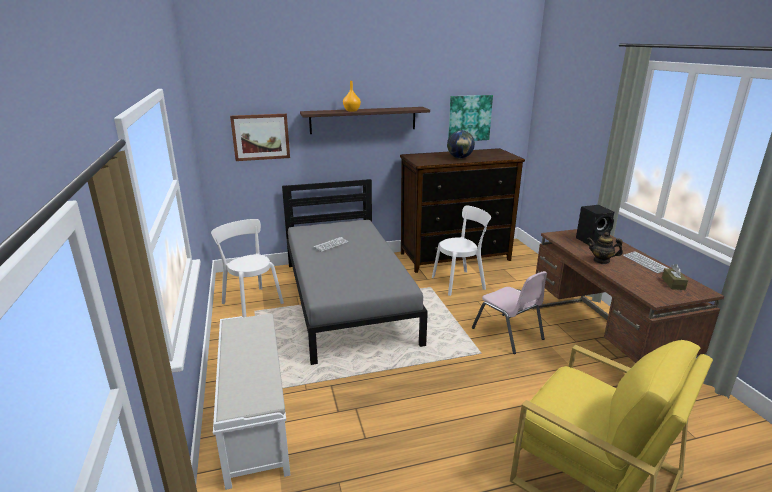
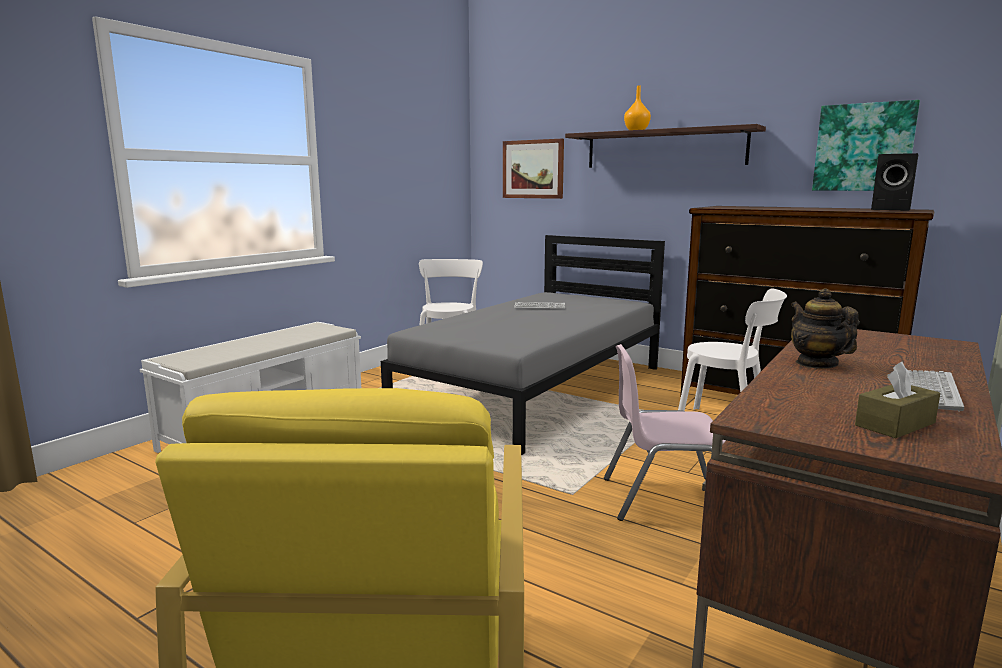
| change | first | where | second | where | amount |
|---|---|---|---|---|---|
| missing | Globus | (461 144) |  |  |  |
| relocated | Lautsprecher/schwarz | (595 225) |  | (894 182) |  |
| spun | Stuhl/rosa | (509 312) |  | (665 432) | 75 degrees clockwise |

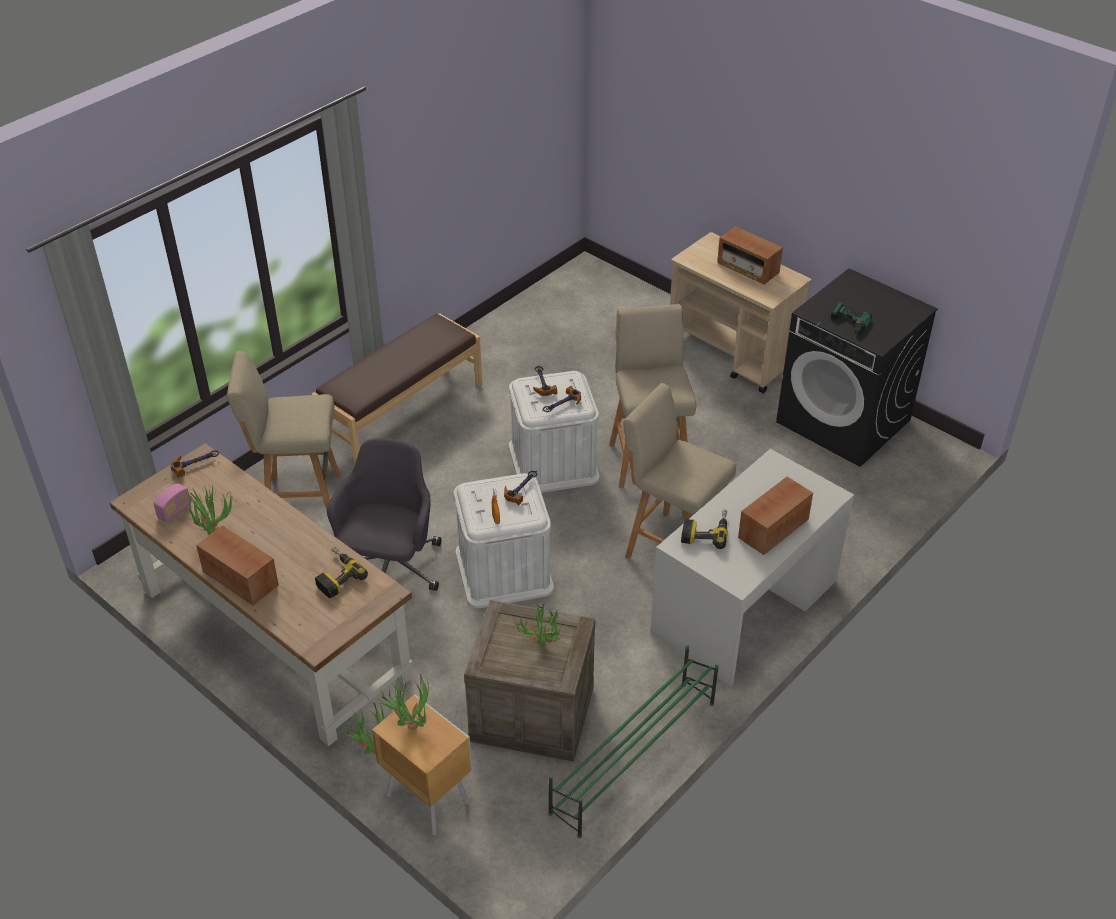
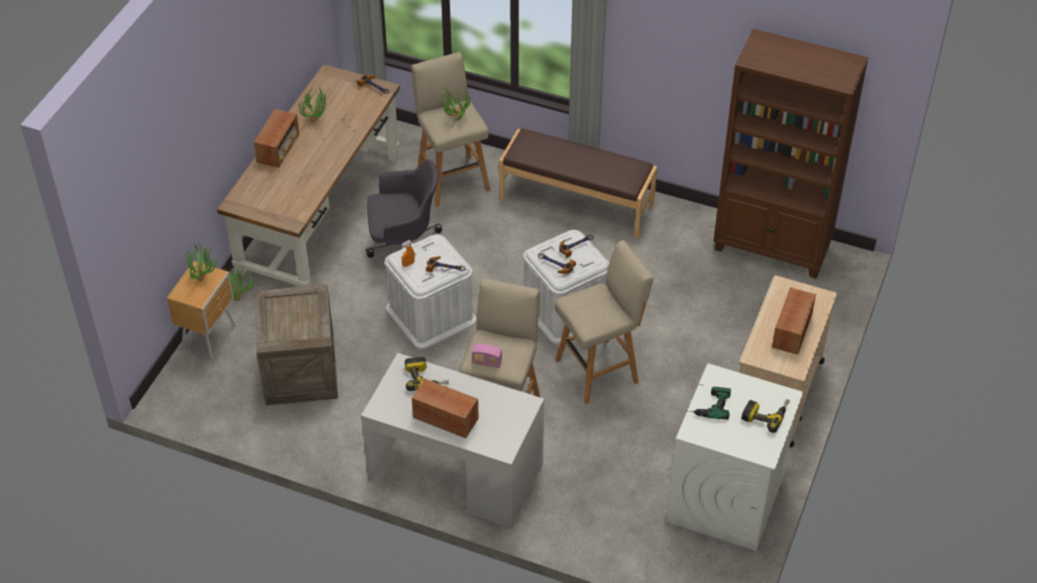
| change | first | where | second | where | amount |
|---|---|---|---|---|---|
| missing | Schuhregal/grün | (634 741) |  |  |  |
| appeared |  |  | Bücherregal/braun | (791 154) |  |
| relocated | Radio | (172 503) |  | (487 356) |  |
| relocated | Bohrmaschine | (341 572) |  | (765 416) |  |
| relocated | Topfpflanze | (538 624) |  | (454 103) |  |
| colour | Waschmaschine/schwarz | (857 367) | Waschmaschine/weiß | (735 457) |  |

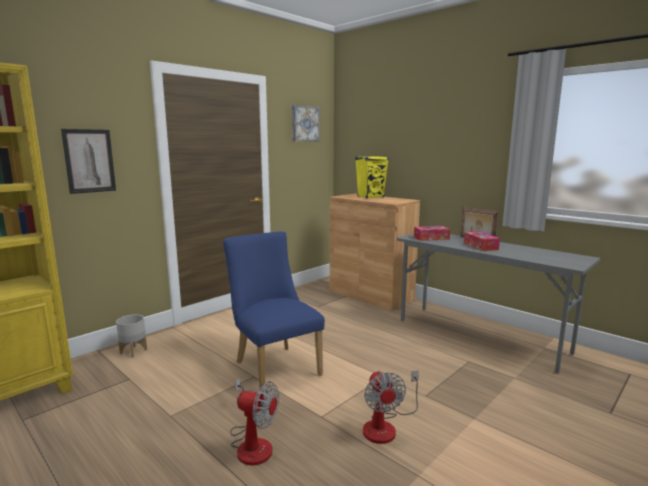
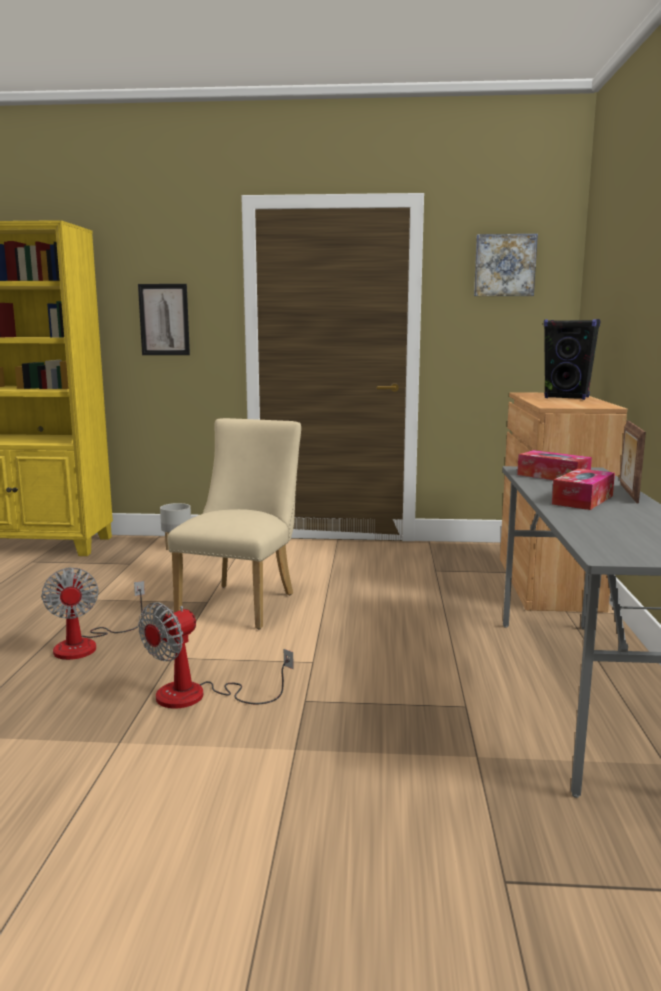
| change | first | where | second | where | amount |
|---|---|---|---|---|---|
| colour | Stuhl/blau | (274 312) | Stuhl/beige | (234 524) |  |
| colour | Lautsprecher/gelb | (372 177) | Lautsprecher/schwarz | (572 359) |  |

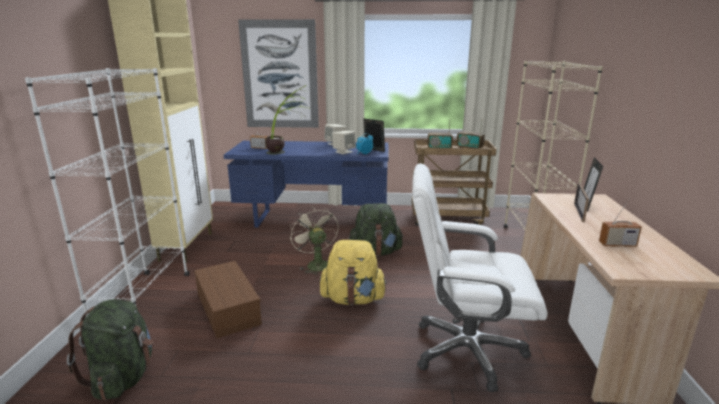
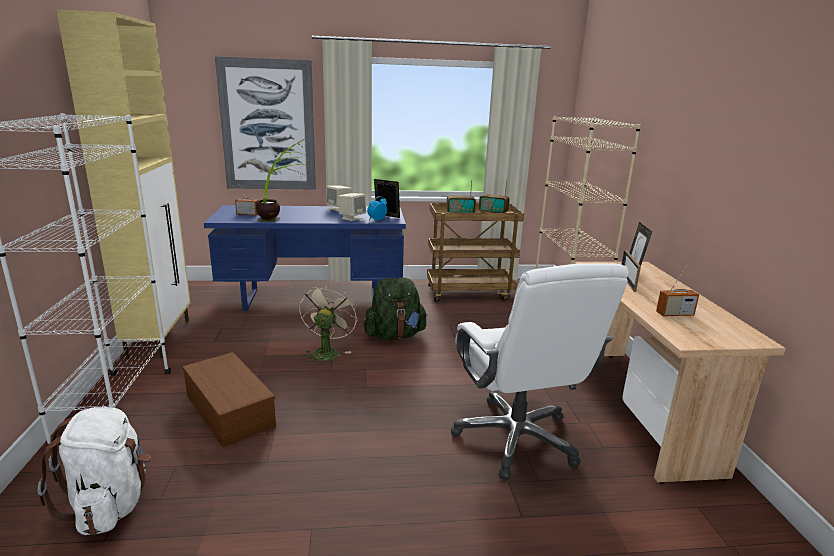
| change | first | where | second | where | amount |
|---|---|---|---|---|---|
| missing | Rucksack/gelb | (353 272) |  |  |  |
| colour | Rucksack/grün | (110 349) | Rucksack/weiß | (94 471) |  |
| spun | Ventilator/beige | (314 241) |  | (328 324) | 45 degrees clockwise |
| spun | Bürostuhl/weiß | (480 277) |  | (540 371) | 105 degrees counterclockwise |

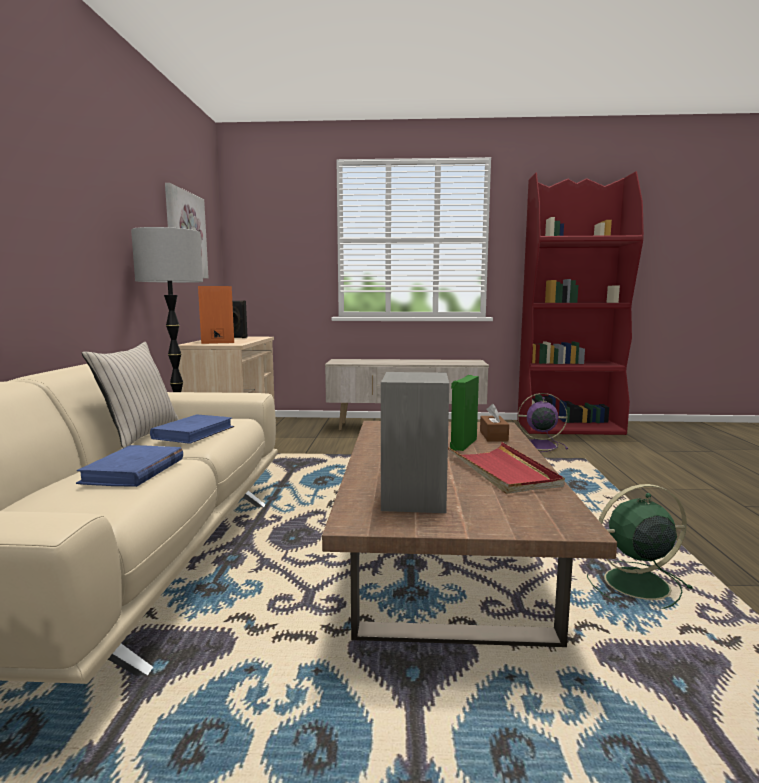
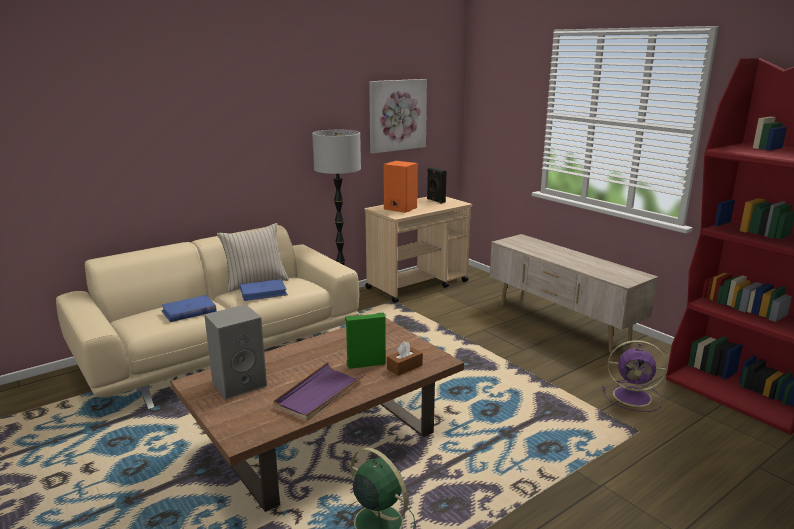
| change | first | where | second | where | amount |
|---|---|---|---|---|---|
| colour | Tablett/rot | (506 468) | Tablett/lila | (319 391) |  |
| spun | Ventilator/lila | (543 422) |  | (634 376) | 135 degrees clockwise |

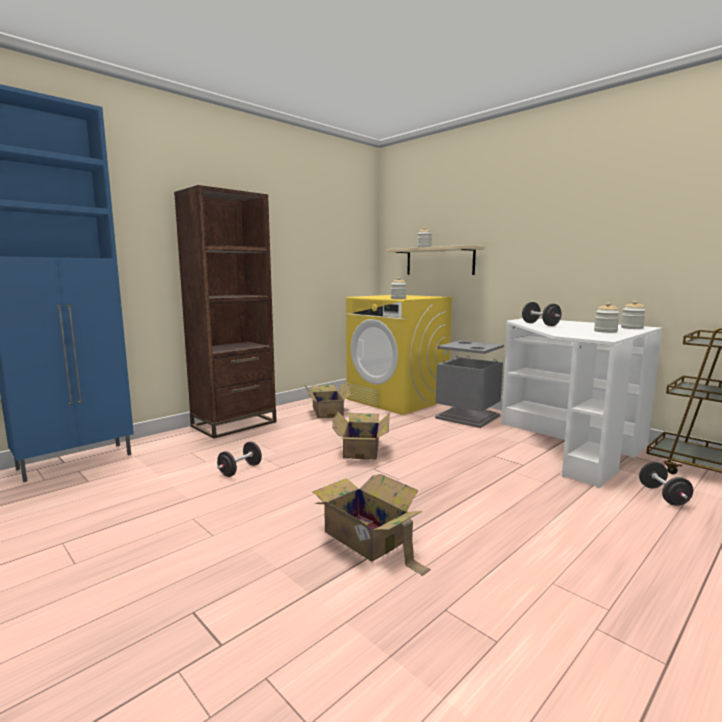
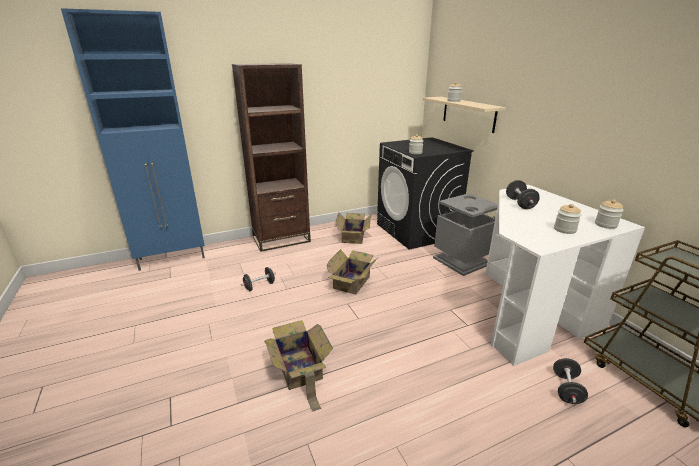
| change | first | where | second | where | amount |
|---|---|---|---|---|---|
| colour | Waschmaschine/gelb | (399 355) | Waschmaschine/schwarz | (425 193) |  |

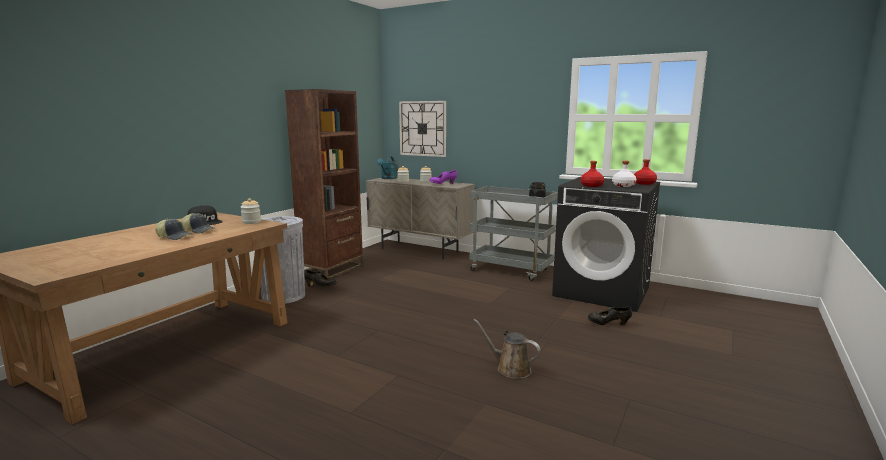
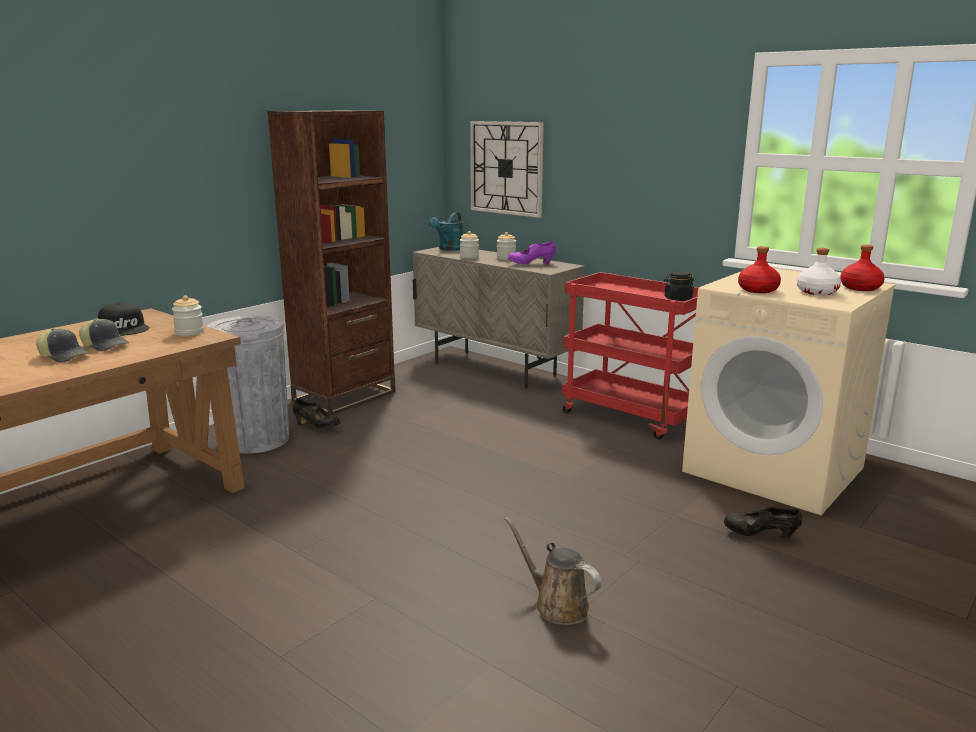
| change | first | where | second | where | amount |
|---|---|---|---|---|---|
| colour | Rollwagen/grau | (513 233) | Rollwagen/rot | (630 356) |  |
| colour | Waschmaschine/schwarz | (606 244) | Waschmaschine/beige | (789 391) |  |

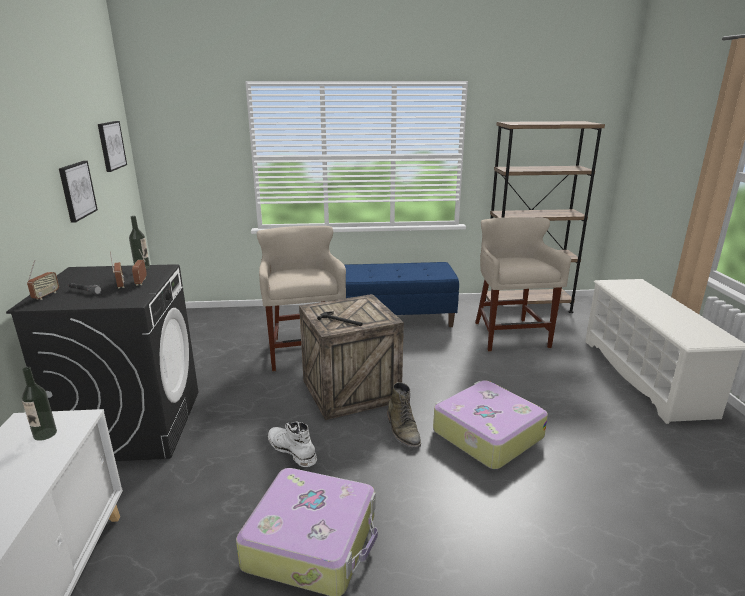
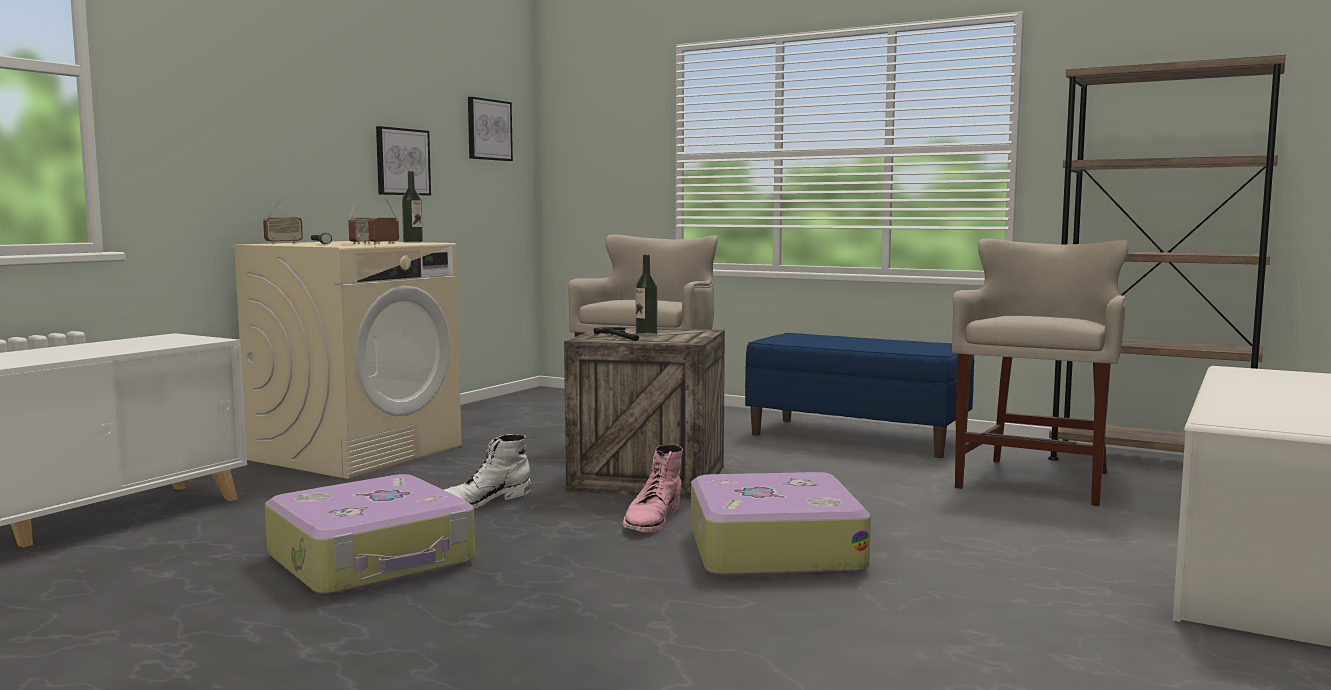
| change | first | where | second | where | amount |
|---|---|---|---|---|---|
| relocated | Flasche | (39 404) |  | (646 295) |  |
| colour | Waschmaschine/schwarz | (102 362) | Waschmaschine/beige | (346 360) |  |
| colour | Stiefel/grün | (404 414) | Stiefel/rosa | (652 488) |  |
| spun | Stiefel/weiß | (292 444) |  | (487 471) | 120 degrees counterclockwise |

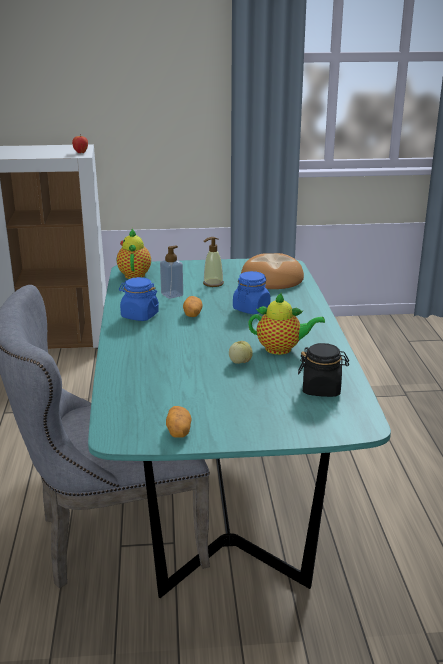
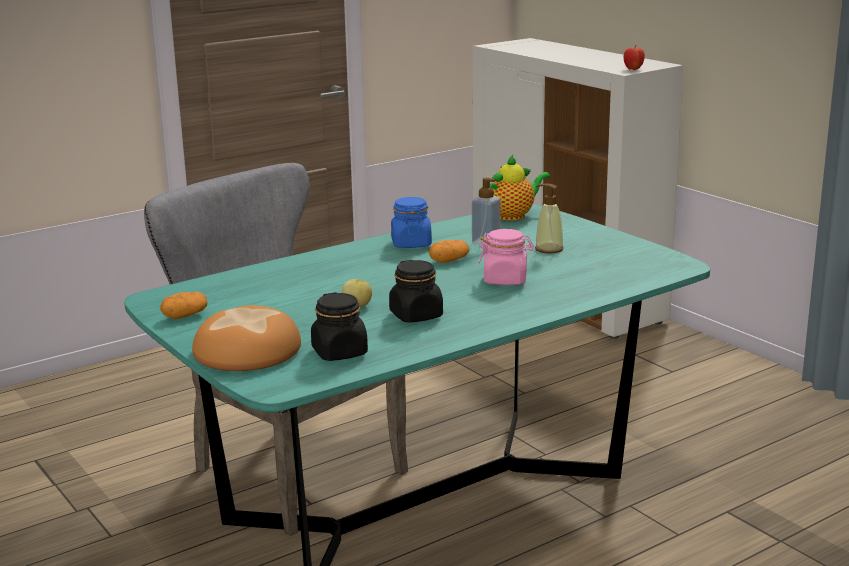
| change | first | where | second | where | amount |
|---|---|---|---|---|---|
| relocated | Brot | (272 271) |  | (246 338) |  |
| exchanged | Teekanne | (286 324) | Vorratsglas/schwarz | (416 291) |  |
| colour | Vorratsglas/blau | (251 292) | Vorratsglas/rosa | (506 257) |  |

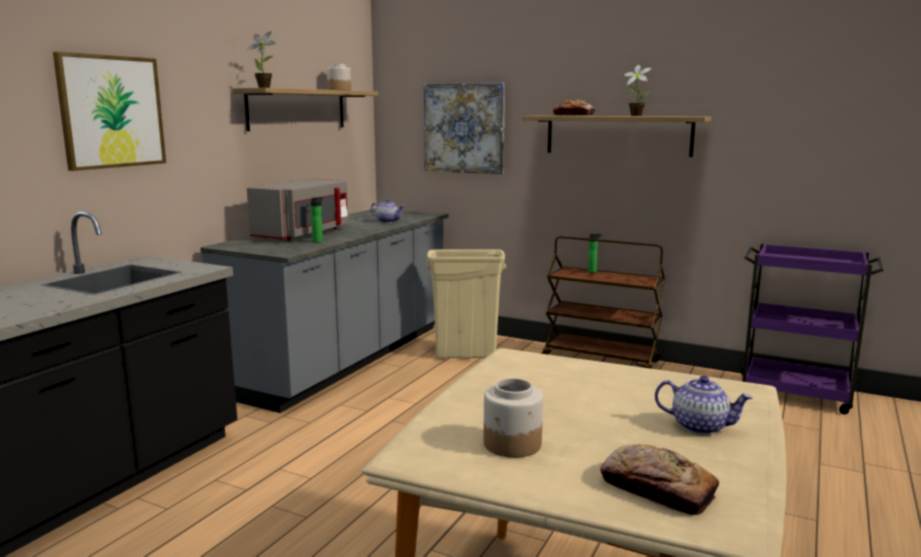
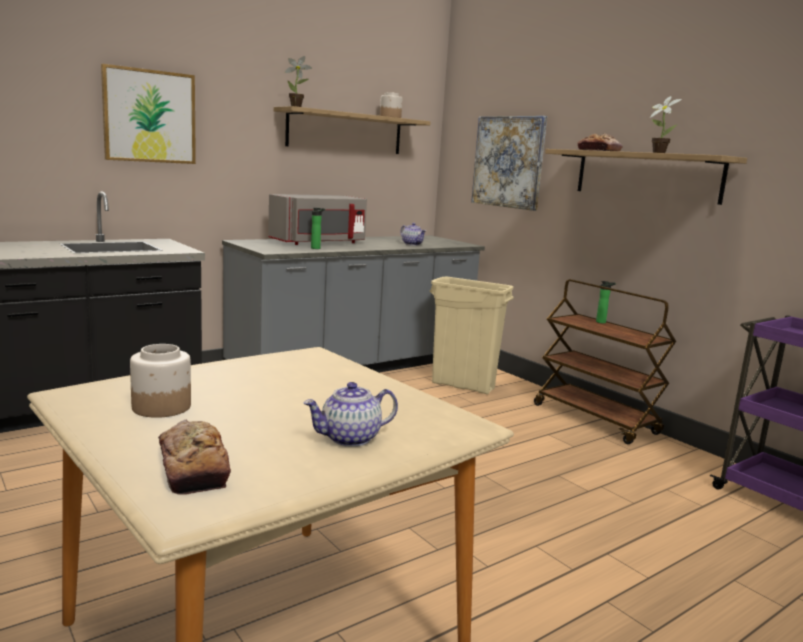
| change | first | where | second | where | amount |
|---|---|---|---|---|---|
| spun | Teekanne | (704 405) |  | (350 414) | 105 degrees clockwise |

